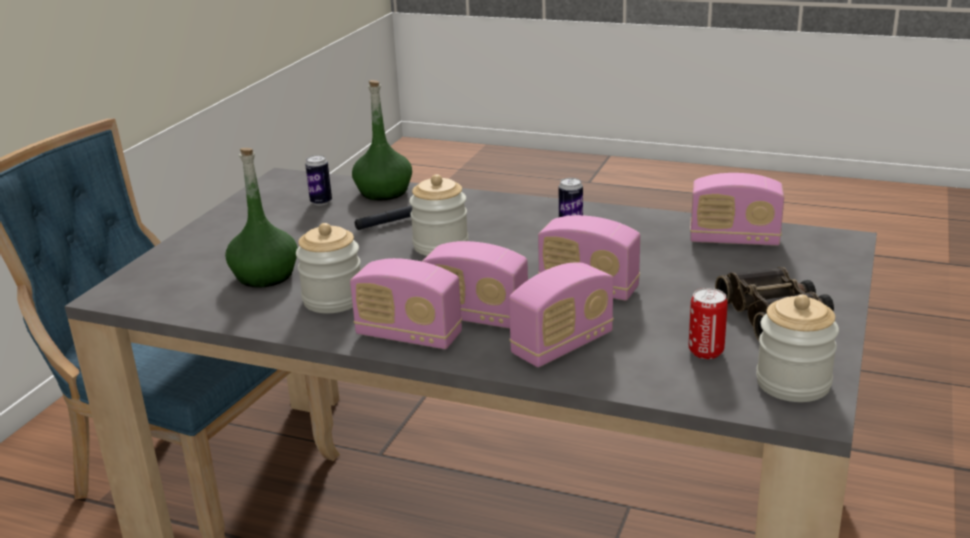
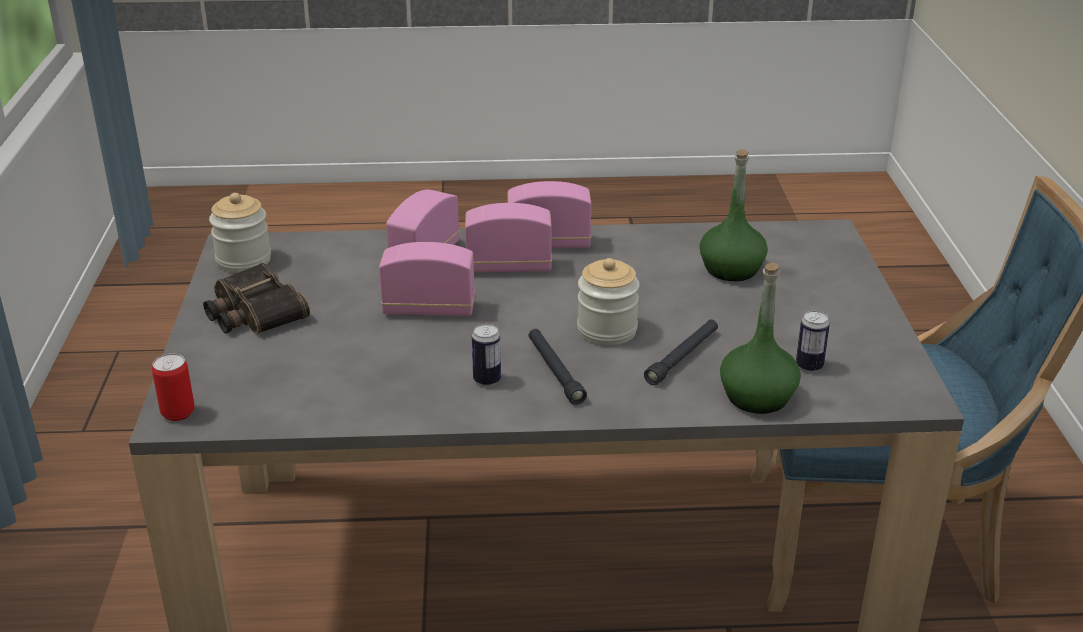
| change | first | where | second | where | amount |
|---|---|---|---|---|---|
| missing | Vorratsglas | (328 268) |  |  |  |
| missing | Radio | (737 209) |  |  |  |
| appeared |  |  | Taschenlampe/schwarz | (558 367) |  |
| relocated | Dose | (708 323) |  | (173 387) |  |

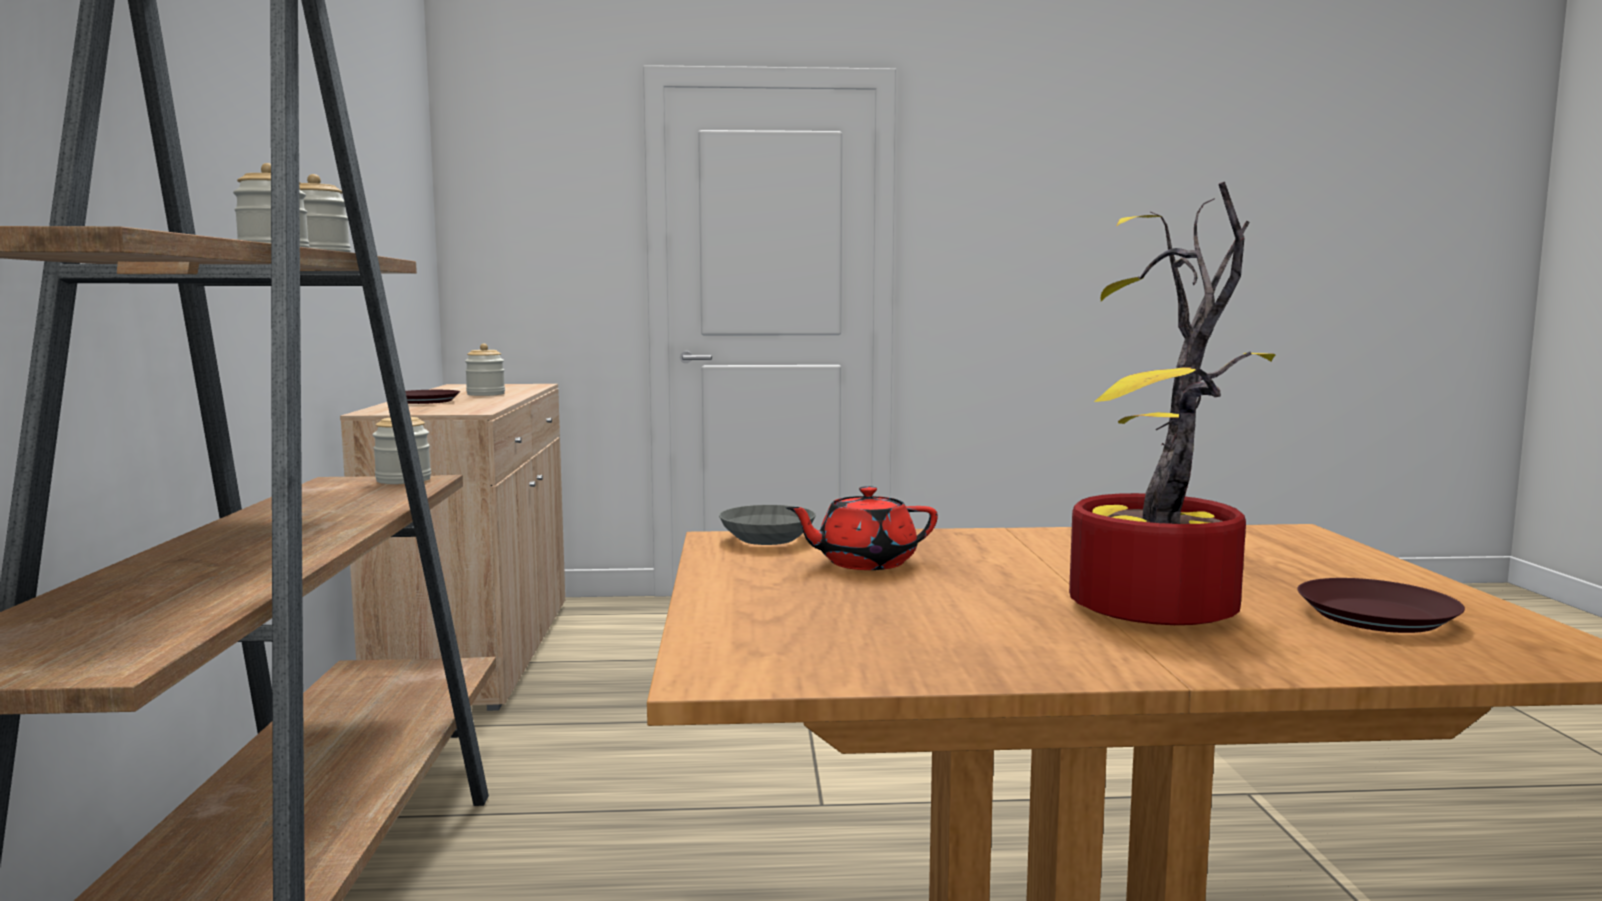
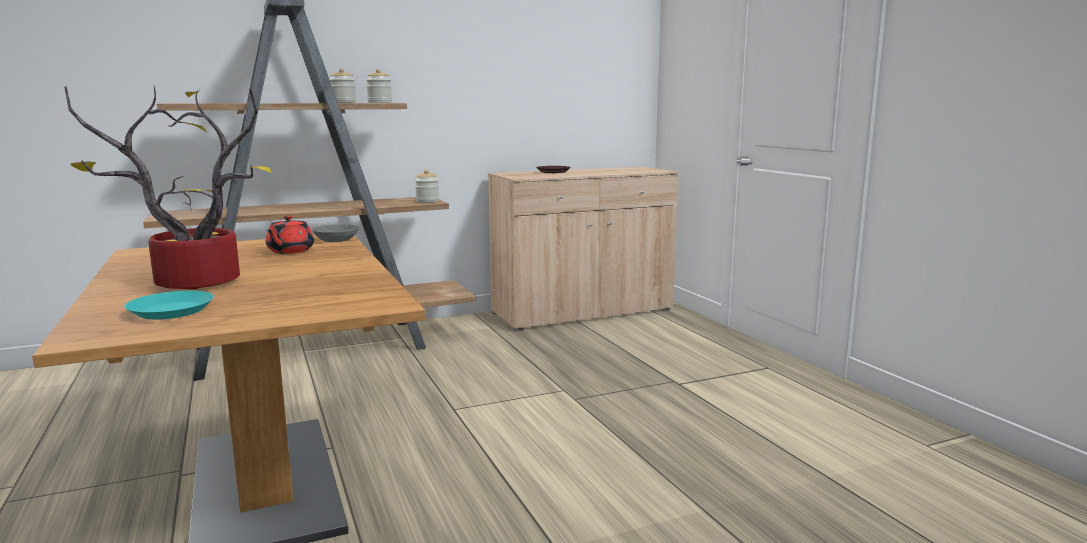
| change | first | where | second | where | amount |
|---|---|---|---|---|---|
| missing | Vorratsglas | (485 370) |  |  |  |
| colour | Teller/braun | (1381 605) | Teller/türkis | (169 305) |  |
| spun | Teekanne/rot | (861 528) |  | (290 234) | 135 degrees counterclockwise |

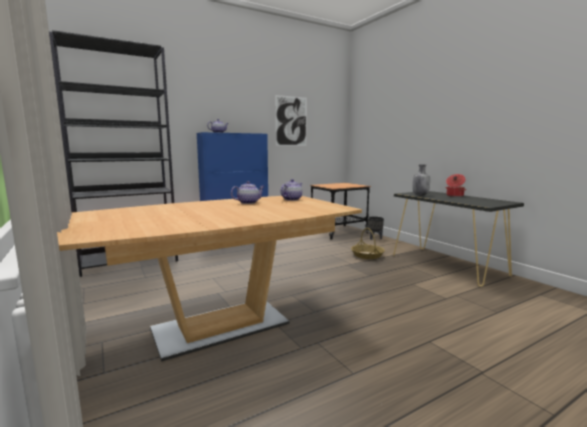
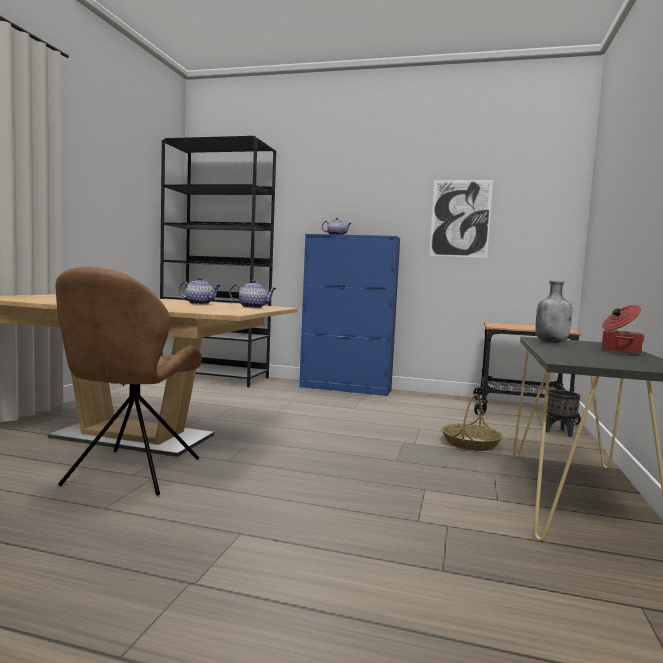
| change | first | where | second | where | amount |
|---|---|---|---|---|---|
| appeared |  |  | Stuhl/braun | (128 381) |  |

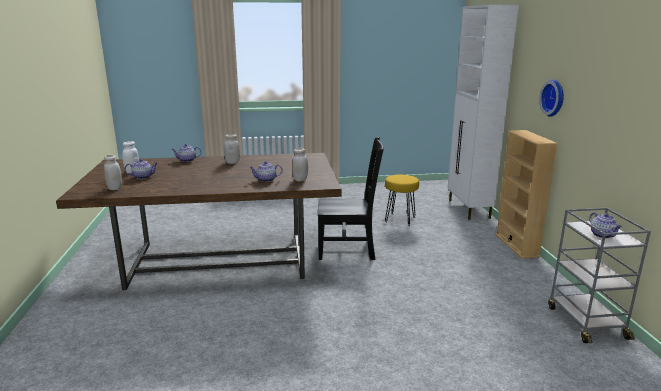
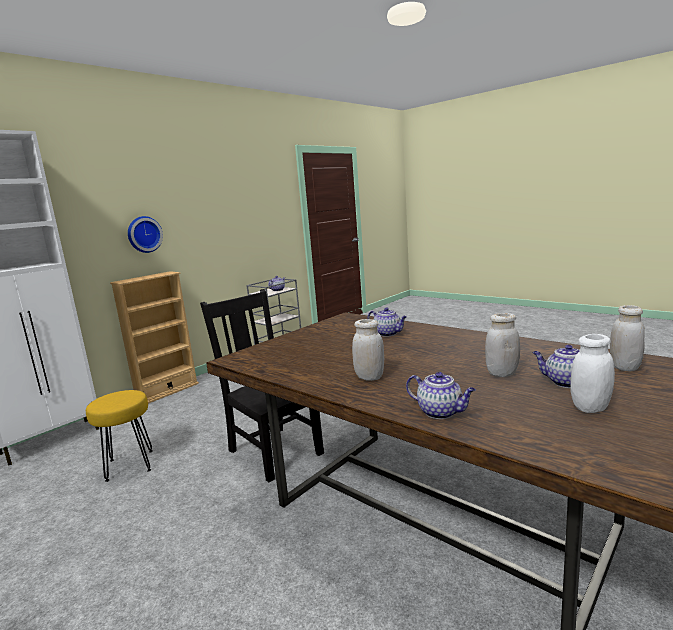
| change | first | where | second | where | amount |
|---|---|---|---|---|---|
| relocated | Vorratsglas/weiß | (300 165) |  | (502 345) |  |

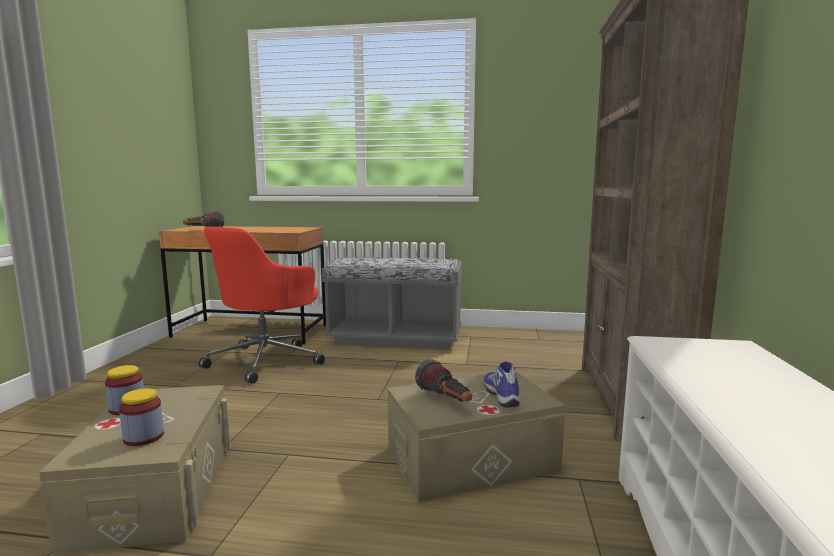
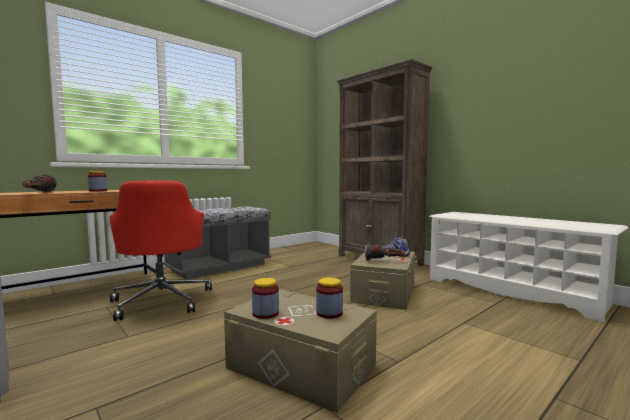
| change | first | where | second | where | amount |
|---|---|---|---|---|---|
| appeared |  |  | Vorratsglas | (97 181) |  |

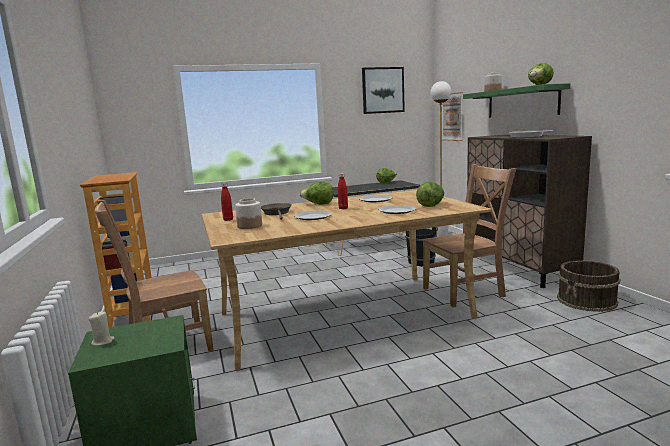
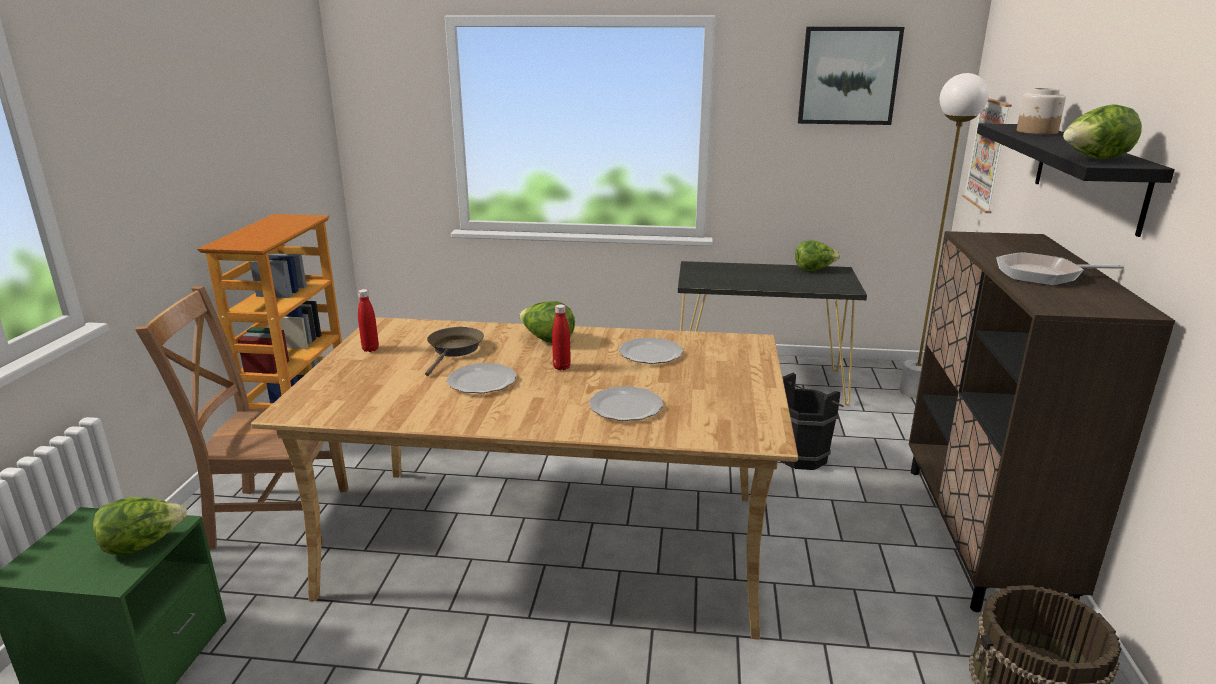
| change | first | where | second | where | amount |
|---|---|---|---|---|---|
| missing | Kerze/beige | (102 328) |  |  |  |
| missing | Vorratsglas | (248 213) |  |  |  |
| missing | Stuhl/braun | (469 235) |  |  |  |
| relocated | Salatkopf | (430 194) |  | (140 526) |  |
| colour | Wandregal/grün | (516 100) | Wandregal/schwarz | (1076 180) |  |

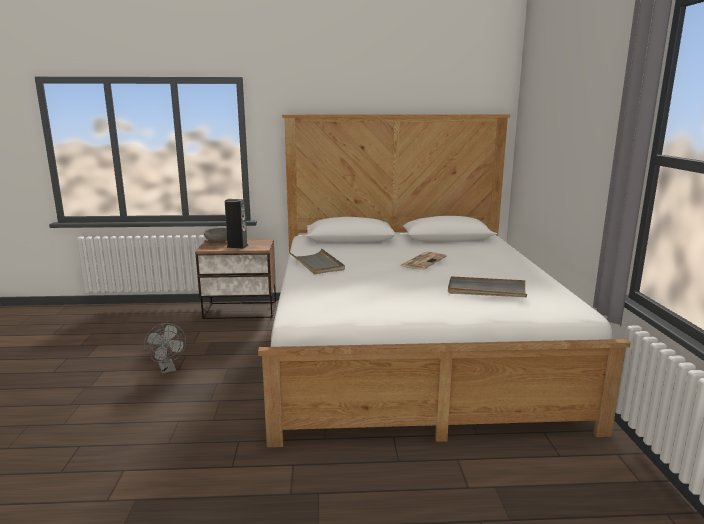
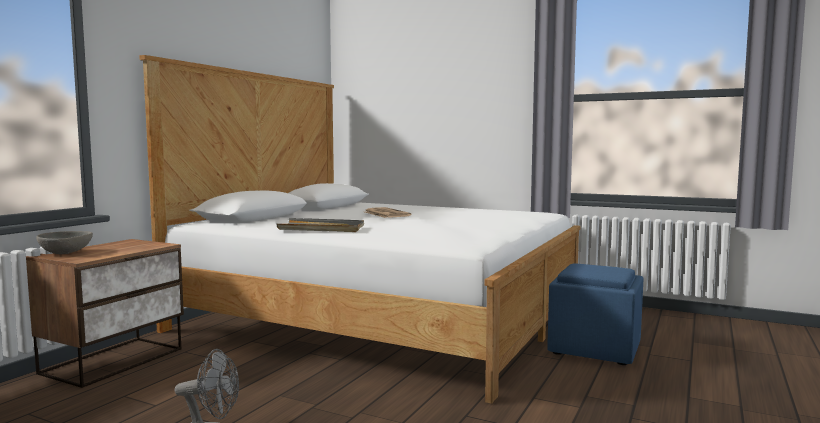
| change | first | where | second | where | amount |
|---|---|---|---|---|---|
| missing | Lautsprecher | (236 224) |  |  |  |
| missing | Tablett/grau | (487 286) |  |  |  |
| appeared |  |  | Polsterhocker/blau | (595 314) |  |

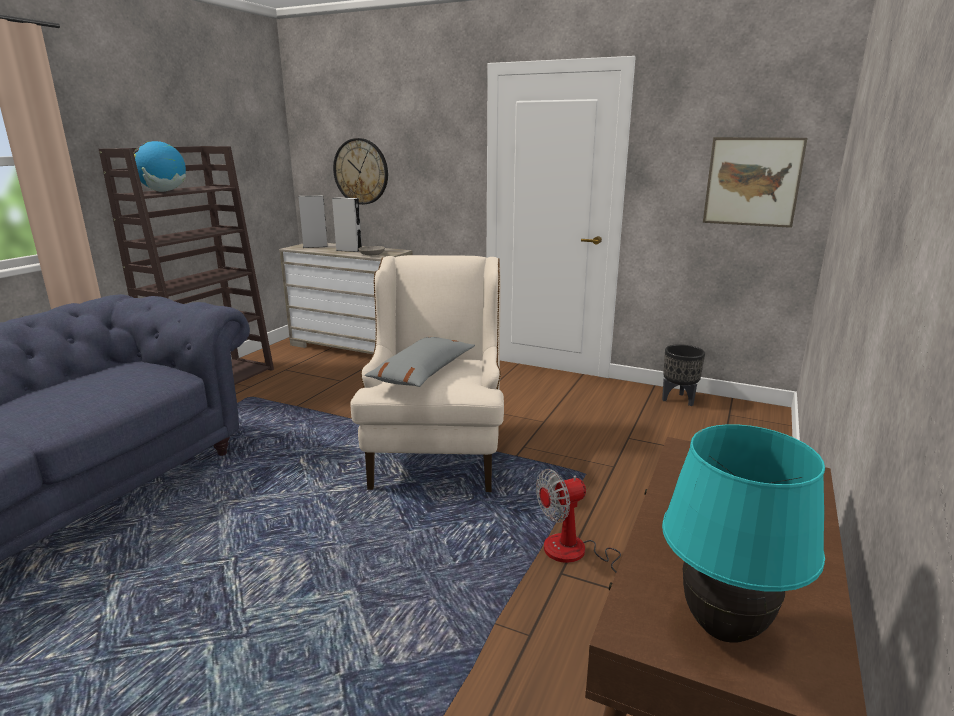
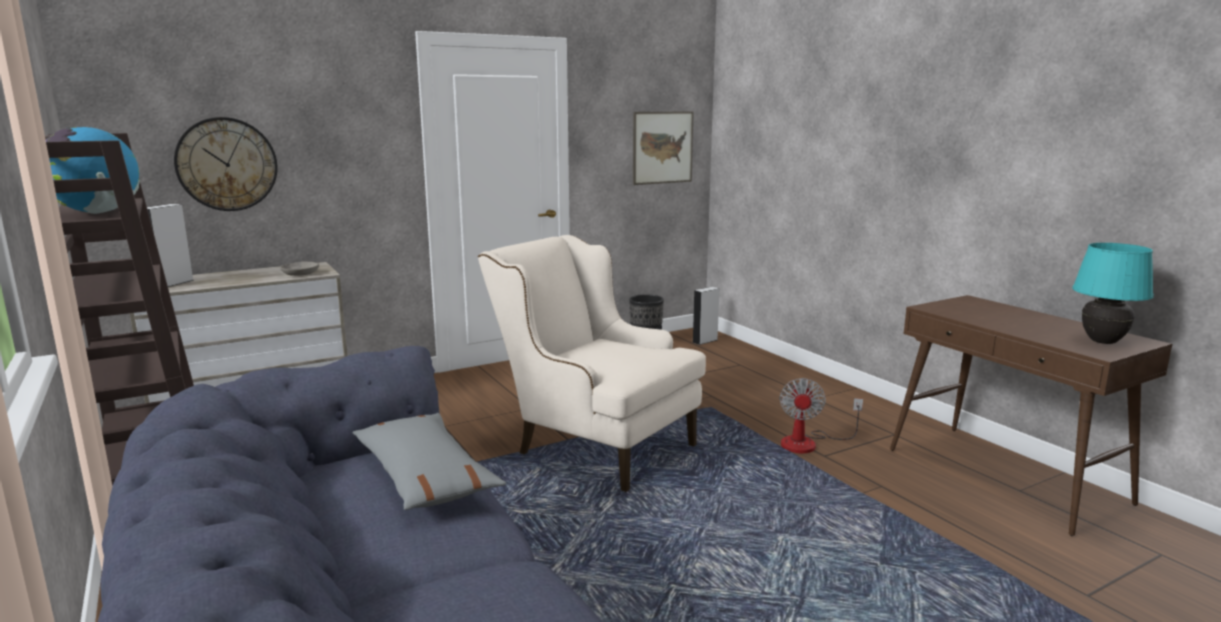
| change | first | where | second | where | amount |
|---|---|---|---|---|---|
| relocated | Lautsprecher/grau | (347 224) |  | (706 316) |  |
| relocated | Kissen/grau | (420 362) |  | (429 461) |  |

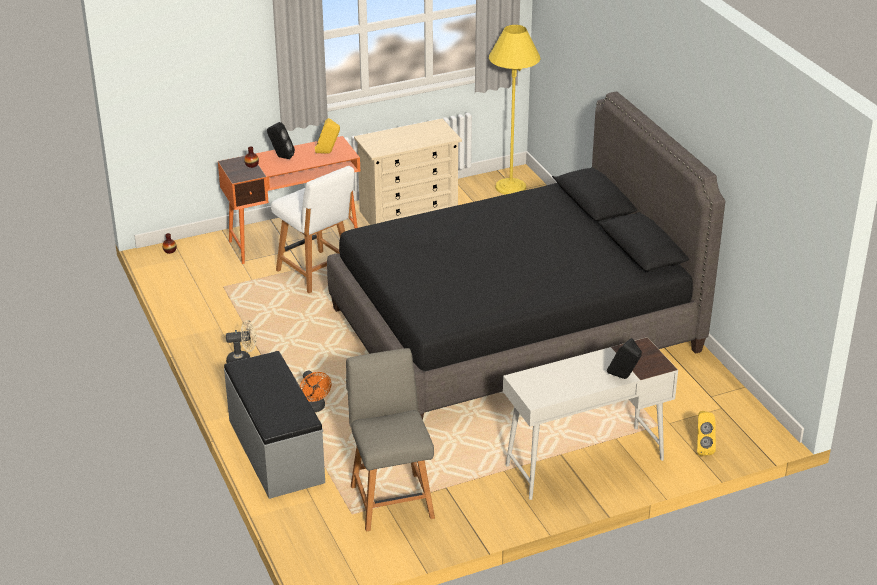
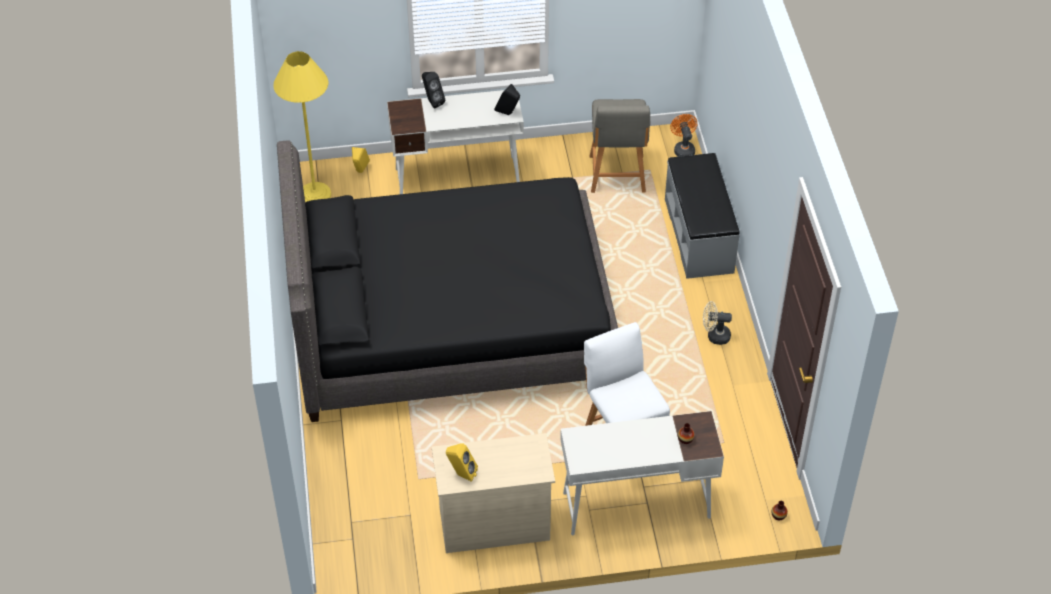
| change | first | where | second | where | amount |
|---|---|---|---|---|---|
| relocated | Lautsprecher/schwarz | (281 140) |  | (507 99) |  |
| relocated | Ventilator/orange | (316 391) |  | (684 135) |  |
| relocated | Lautsprecher/gelb | (327 135) |  | (462 462) |  |
| relocated | Stehlampe/gelb | (514 110) |  | (302 127) |  |
| colour | Schreibtisch/orange | (289 200) | Schreibtisch/weiß | (642 473) |  |

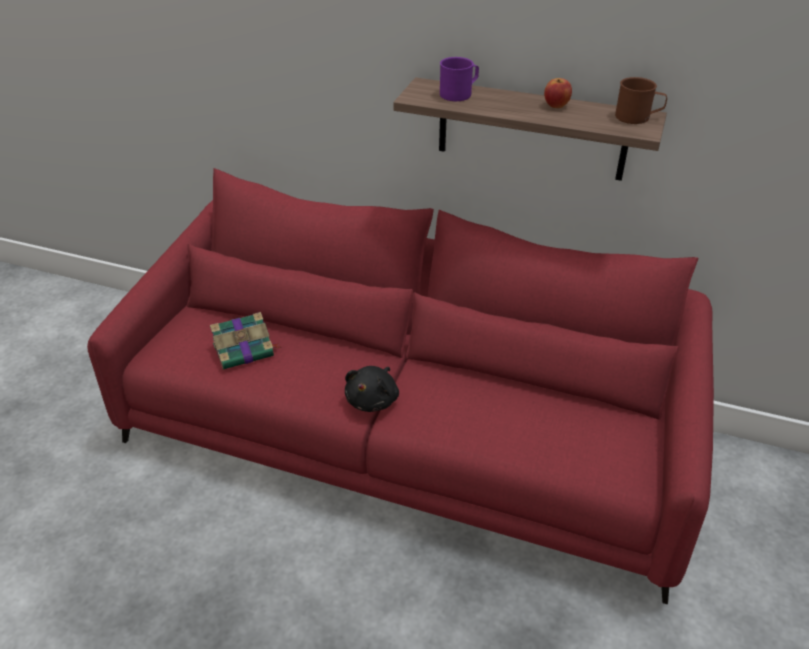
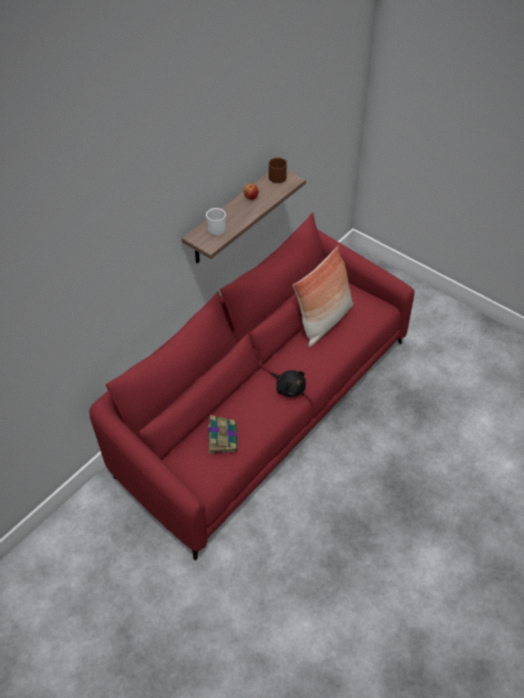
| change | first | where | second | where | amount |
|---|---|---|---|---|---|
| appeared |  |  | Kissen | (323 296) |  |
| colour | Henkelbecher/lila | (459 79) | Henkelbecher/weiß | (216 221) |  |

